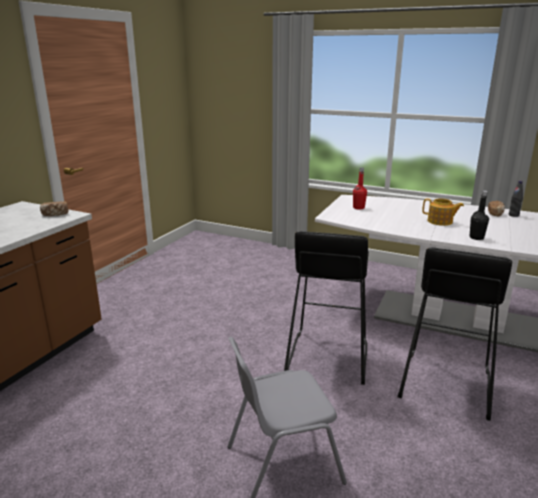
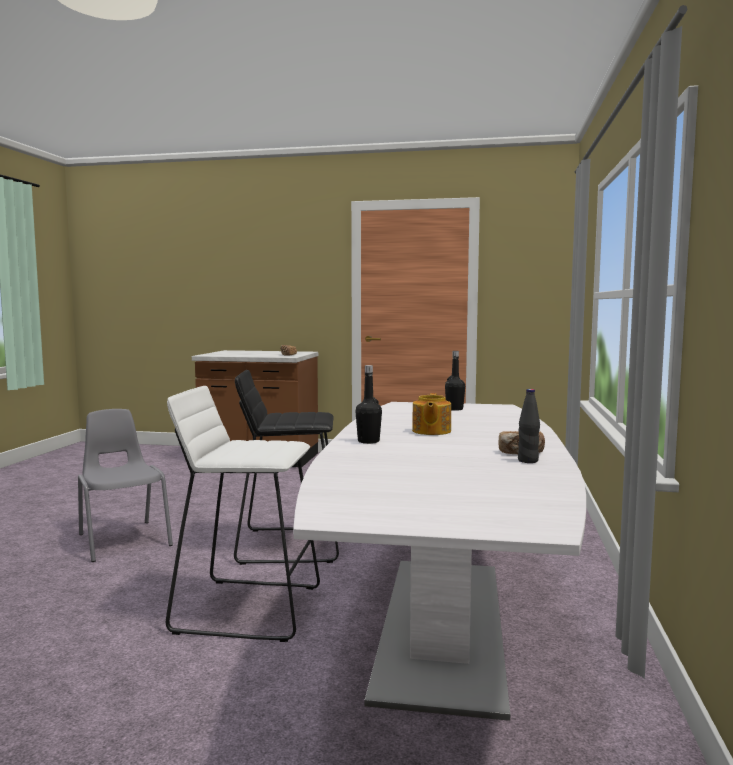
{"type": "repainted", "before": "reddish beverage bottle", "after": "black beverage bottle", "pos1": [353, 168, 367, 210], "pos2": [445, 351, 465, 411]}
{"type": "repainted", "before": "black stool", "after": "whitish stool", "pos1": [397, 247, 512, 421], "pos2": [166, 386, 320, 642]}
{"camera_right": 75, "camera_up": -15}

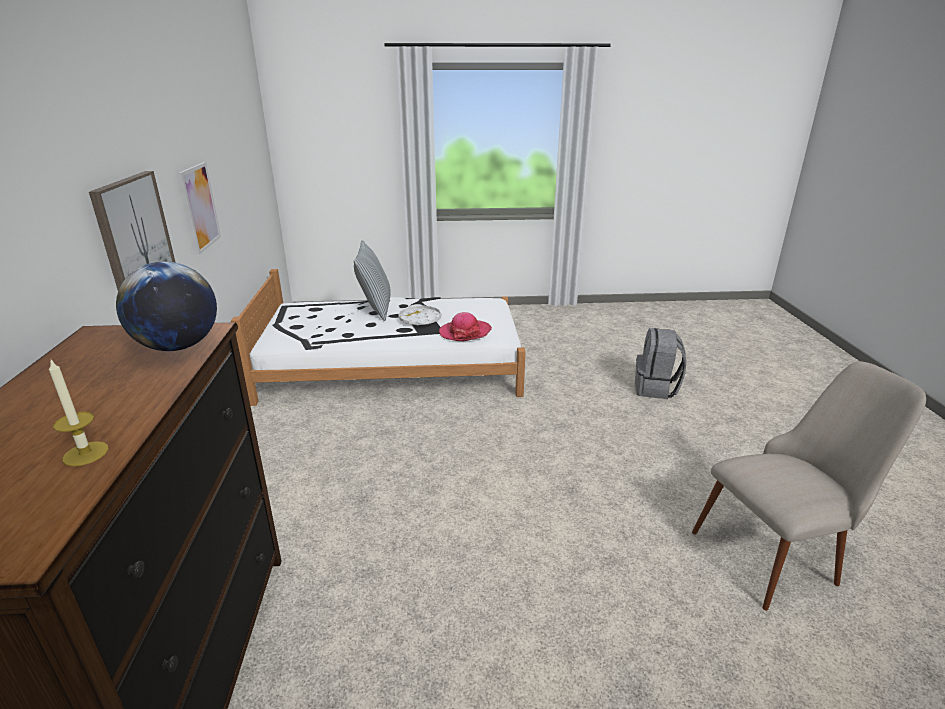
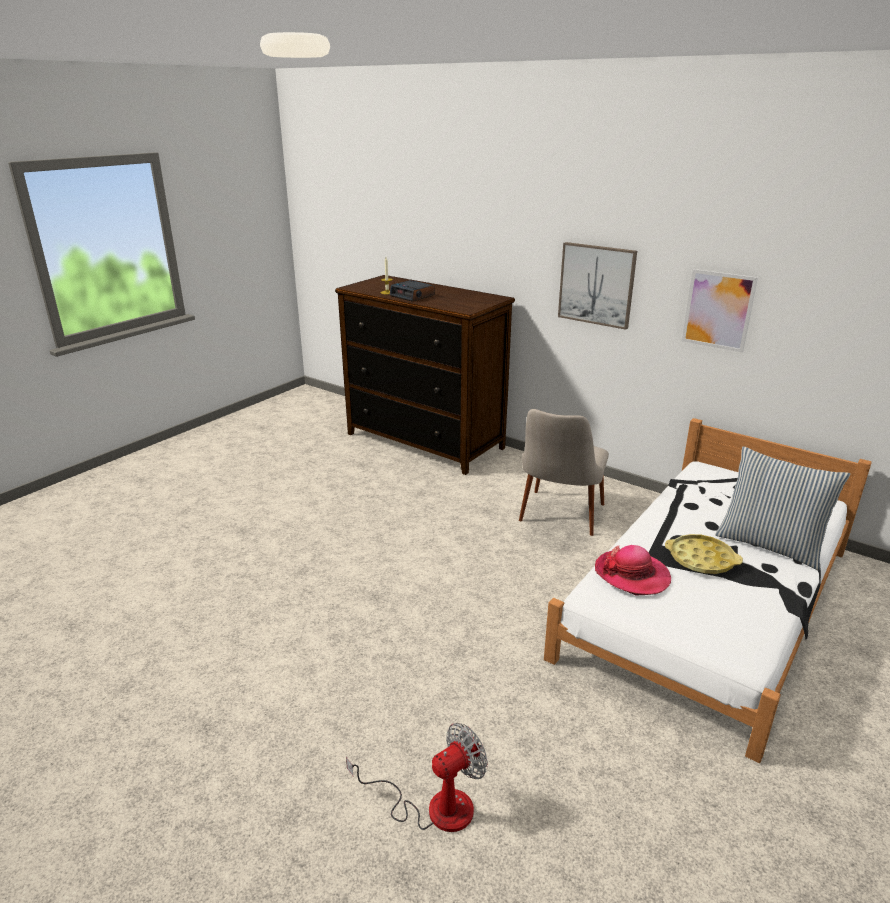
{"type": "gone", "before": "world globe", "pos1": [116, 262, 217, 351]}
{"type": "repainted", "before": "whitish carrying tray", "after": "yellow carrying tray", "pos1": [398, 304, 442, 325], "pos2": [665, 534, 743, 574]}
{"type": "swapped", "before": "grey knapsack", "after": "fan", "pos1": [635, 328, 687, 399], "pos2": [346, 723, 488, 832]}
{"type": "shifted", "before": "beige-coloured plain chair", "pos1": [692, 361, 926, 611], "pos2": [519, 409, 609, 536]}
{"type": "new", "after": "alarm clock", "pos2": [390, 280, 435, 301]}
{"camera_right": 130, "camera_up": 0}

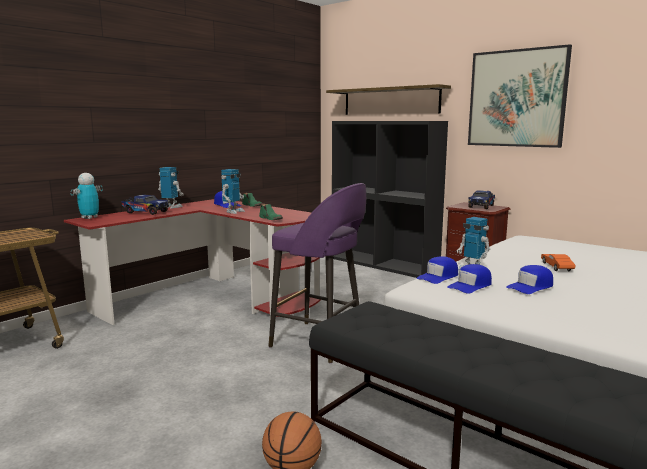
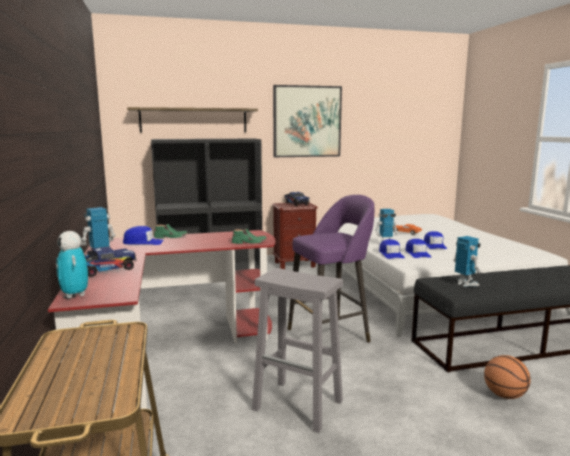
{"type": "shifted", "before": "robot figure", "pos1": [221, 169, 245, 214], "pos2": [453, 236, 482, 286]}
{"type": "new", "after": "grey stool", "pos2": [252, 268, 343, 433]}
{"camera_right": -55, "camera_up": 0}

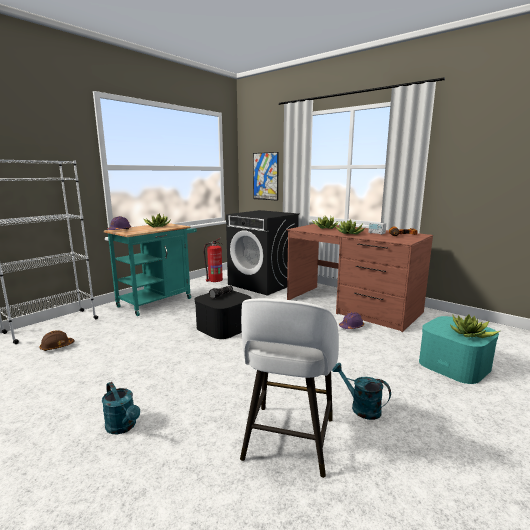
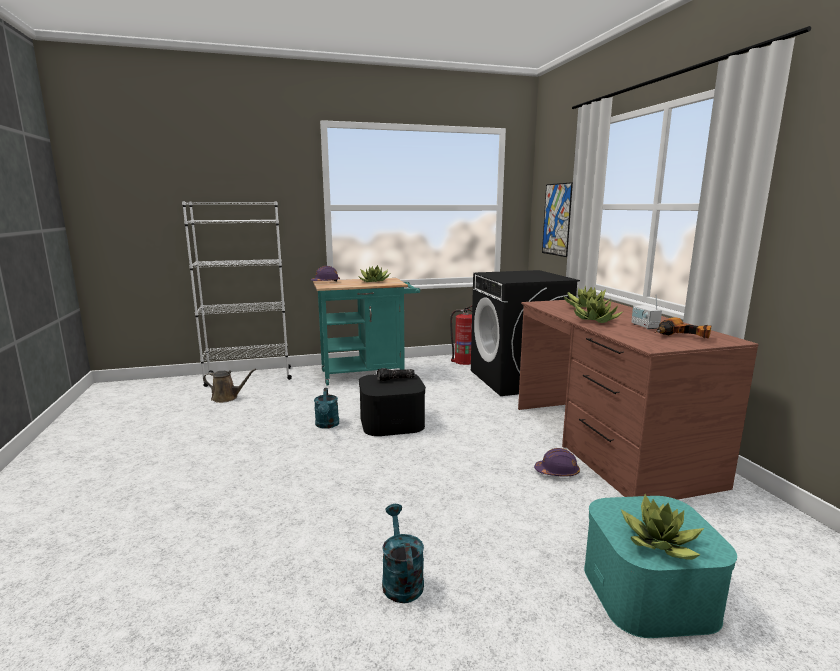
{"type": "swapped", "before": "brown-coloured work helmet", "after": "brown-coloured watering pot", "pos1": [40, 330, 74, 351], "pos2": [203, 369, 256, 403]}
{"type": "shifted", "before": "turquoise-coloured watering pot", "pos1": [102, 382, 140, 434], "pos2": [314, 388, 339, 429]}
{"type": "gone", "before": "whitish stool", "pos1": [240, 298, 339, 478]}
{"camera_right": 35, "camera_up": 0}

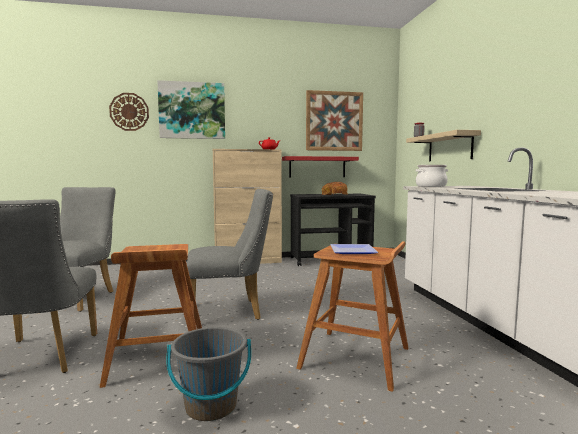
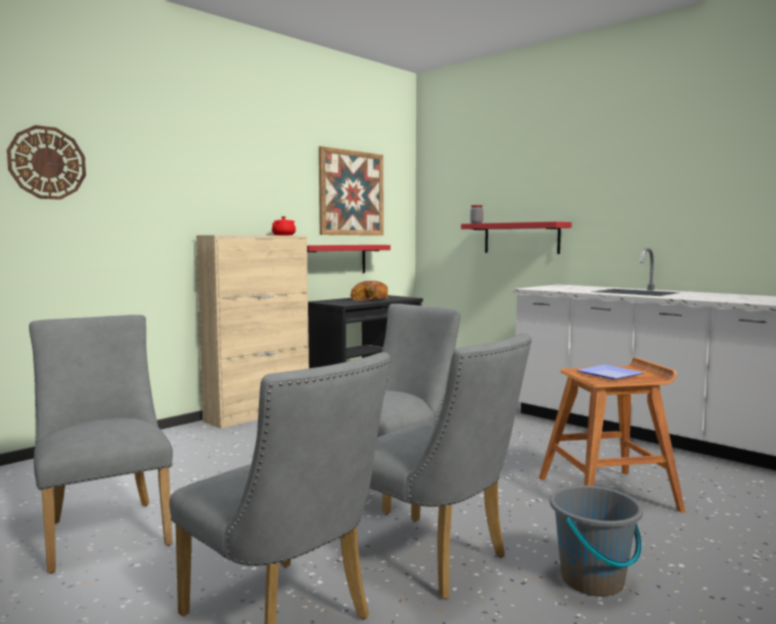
{"type": "swapped", "before": "brown-coloured stool", "after": "grey plain chair", "pos1": [100, 244, 202, 388], "pos2": [369, 333, 532, 599]}
{"type": "gone", "before": "picture", "pos1": [157, 80, 225, 139]}
{"type": "repainted", "before": "beige-coloured shelf", "after": "reddish shelf", "pos1": [406, 130, 481, 161], "pos2": [461, 222, 572, 254]}
{"type": "gone", "before": "stockpot", "pos1": [416, 165, 448, 187]}
{"camera_right": -35, "camera_up": 0}

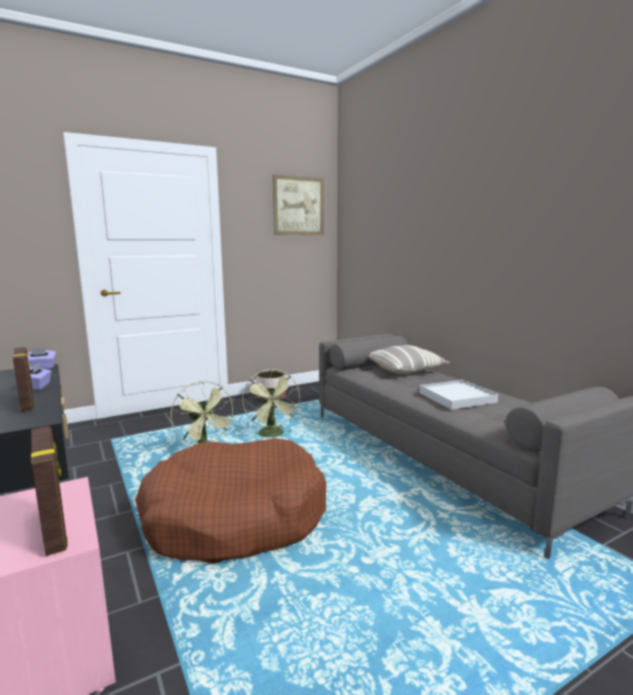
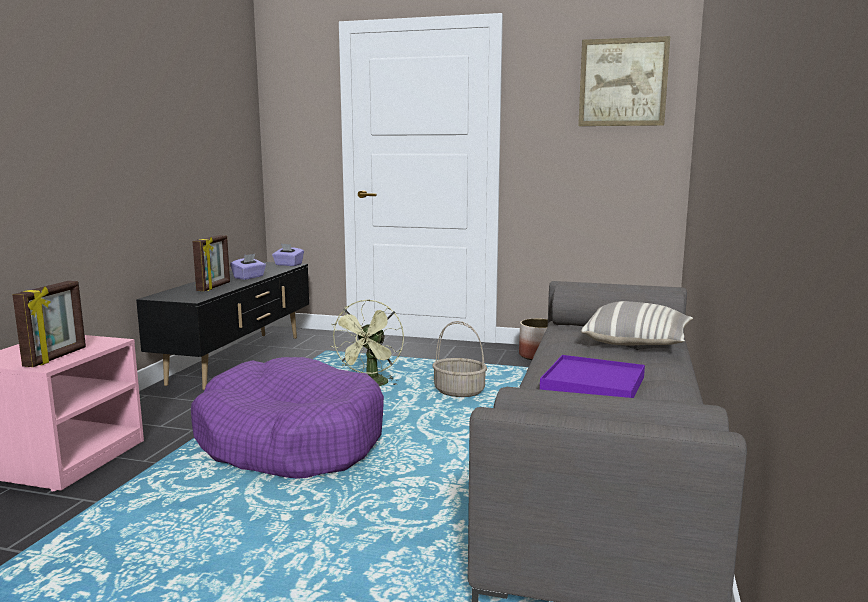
{"type": "repainted", "before": "brown-coloured dog cushion", "after": "purplish dog cushion", "pos1": [135, 438, 327, 563], "pos2": [191, 357, 384, 478]}
{"type": "swapped", "before": "green-coloured fan", "after": "basket", "pos1": [242, 369, 301, 437], "pos2": [432, 321, 487, 397]}
{"type": "repainted", "before": "whitish carrying tray", "after": "purplish carrying tray", "pos1": [419, 380, 498, 410], "pos2": [540, 355, 645, 398]}
{"camera_right": 45, "camera_up": 0}

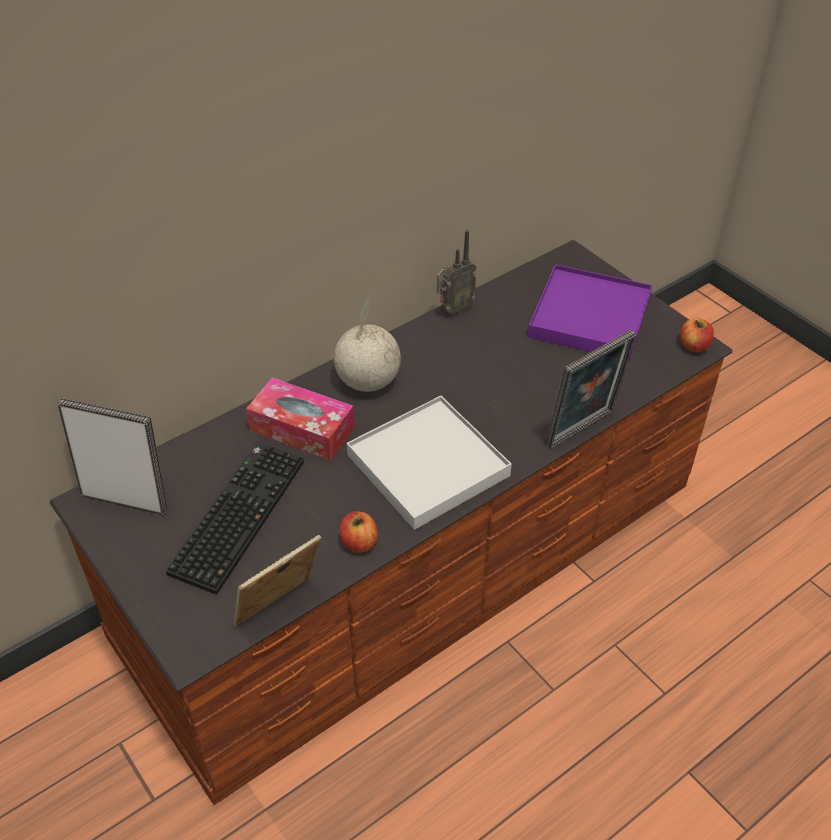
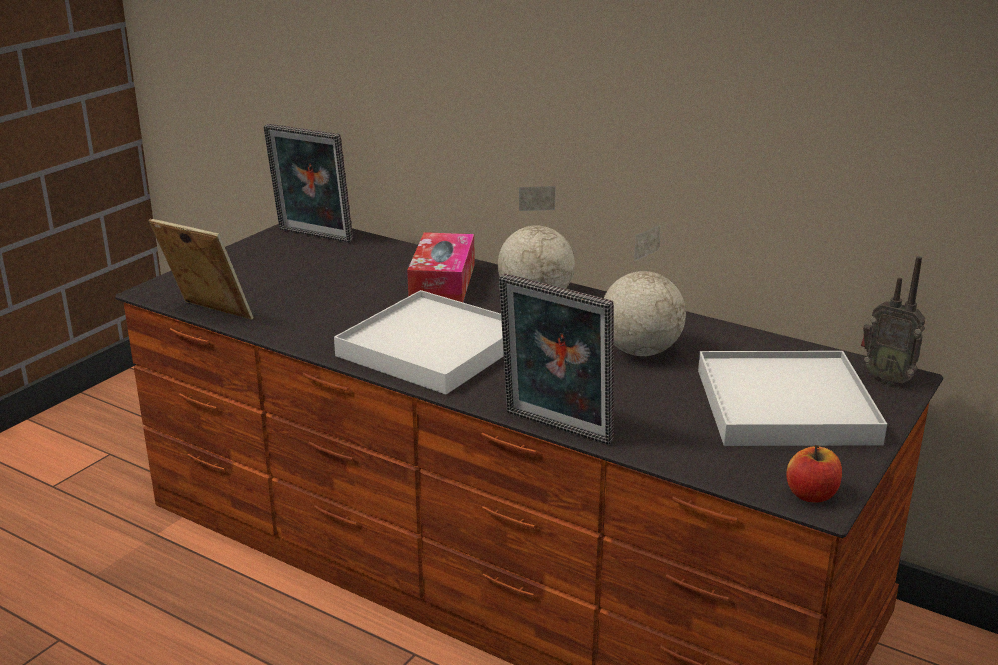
{"type": "rotated", "before": "standing frame", "pos1": [57, 398, 167, 515], "pos2": [263, 124, 353, 243], "turn": 120}
{"type": "gone", "before": "computer keyboard", "pos1": [166, 442, 304, 595]}
{"type": "gone", "before": "apple fruit", "pos1": [340, 511, 378, 553]}
{"type": "shifted", "before": "radio set", "pos1": [437, 230, 477, 315], "pos2": [861, 256, 926, 385]}
{"type": "repainted", "before": "purplish carrying tray", "after": "whitish carrying tray", "pos1": [528, 264, 653, 361], "pos2": [698, 351, 887, 446]}
{"type": "new", "after": "world globe", "pos2": [604, 225, 686, 356]}
{"camera_right": 70, "camera_up": -20}

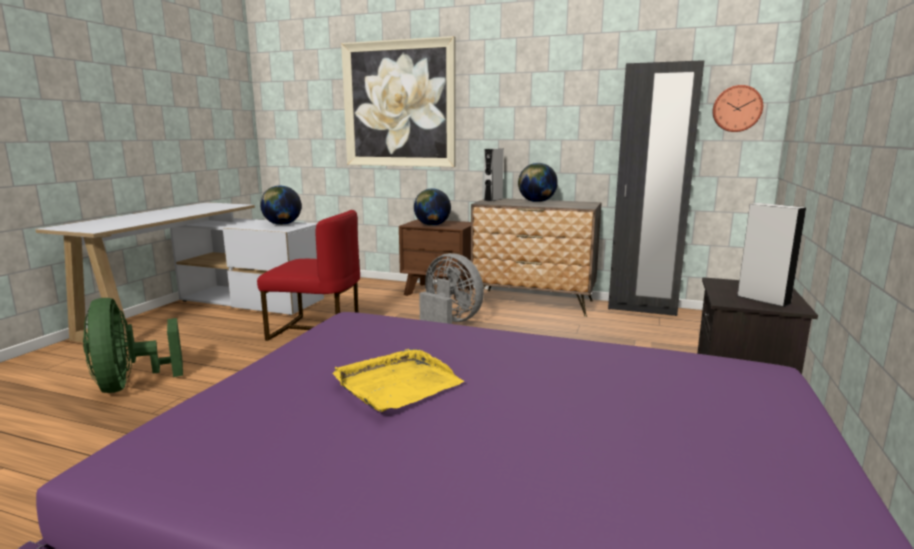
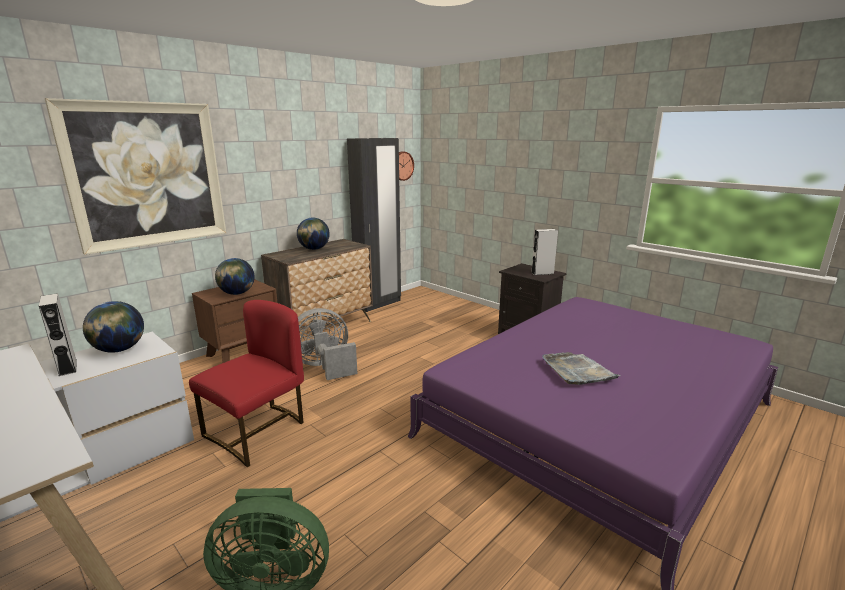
{"type": "repainted", "before": "yellow carrying tray", "after": "grey carrying tray", "pos1": [333, 349, 464, 412], "pos2": [542, 352, 621, 385]}
{"type": "shifted", "before": "grey loudspeaker", "pos1": [484, 148, 504, 201], "pos2": [39, 293, 76, 376]}
{"camera_right": -65, "camera_up": 5}

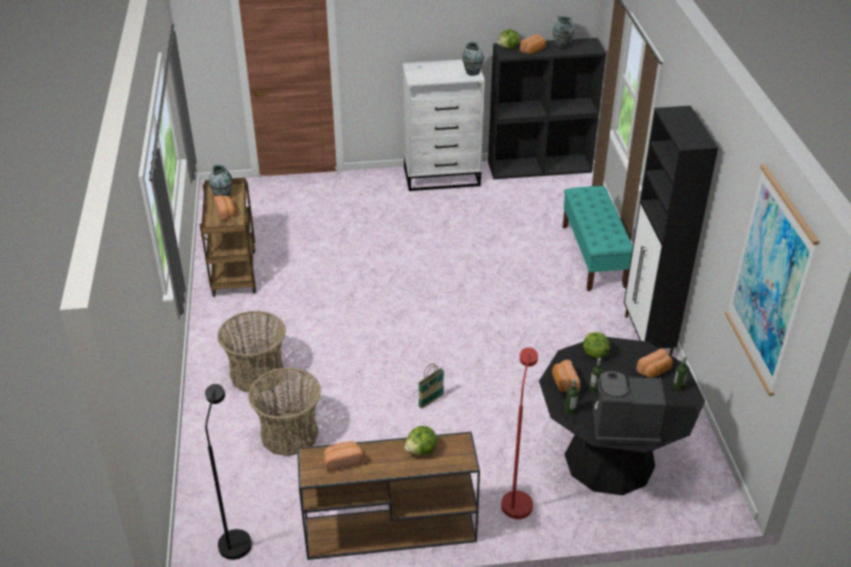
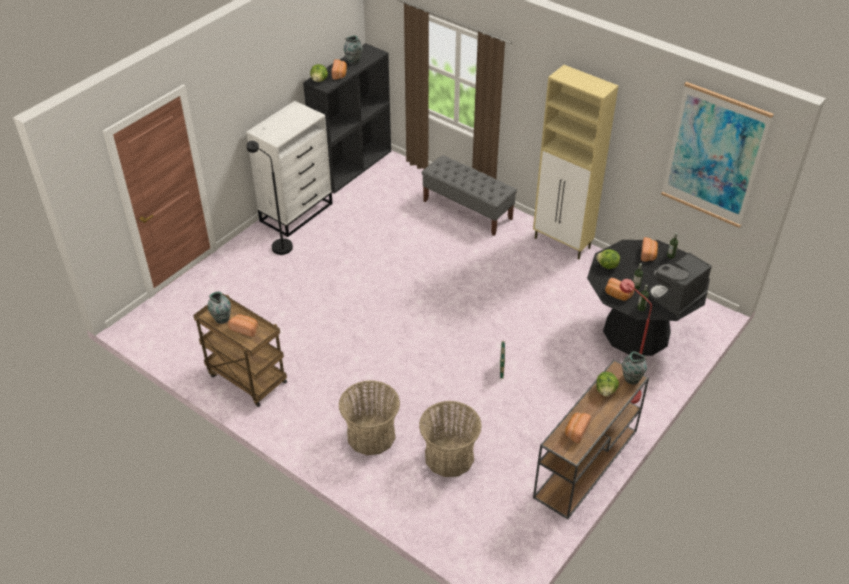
{"type": "shifted", "before": "black floor lamp", "pos1": [205, 384, 252, 560], "pos2": [247, 141, 293, 255]}
{"type": "shifted", "before": "vase", "pos1": [462, 42, 484, 76], "pos2": [622, 351, 647, 384]}
{"type": "repainted", "before": "turquoise-coloured indoor bench", "after": "grey indoor bench", "pos1": [563, 186, 633, 291], "pos2": [422, 155, 517, 236]}
{"type": "repainted", "before": "black cabinet", "after": "beige-coloured cabinet", "pos1": [624, 106, 718, 356], "pos2": [533, 65, 619, 260]}
{"camera_right": -45, "camera_up": 5}

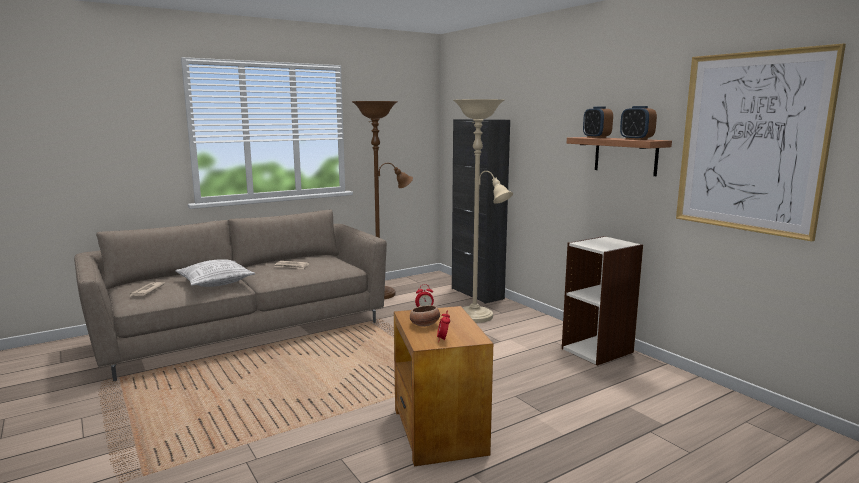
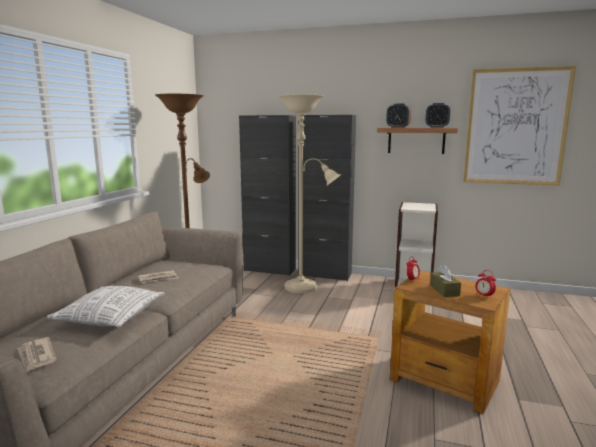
{"type": "swapped", "before": "serving bowl", "after": "brown-coloured tissue holder", "pos1": [410, 305, 440, 327], "pos2": [430, 264, 461, 297]}
{"type": "new", "after": "black cabinet", "pos2": [298, 115, 356, 281]}
{"camera_right": -40, "camera_up": 0}

